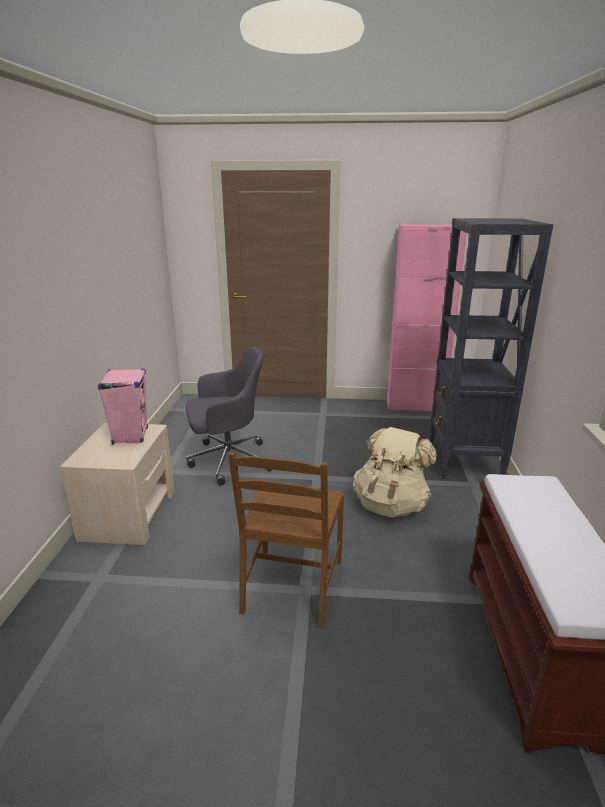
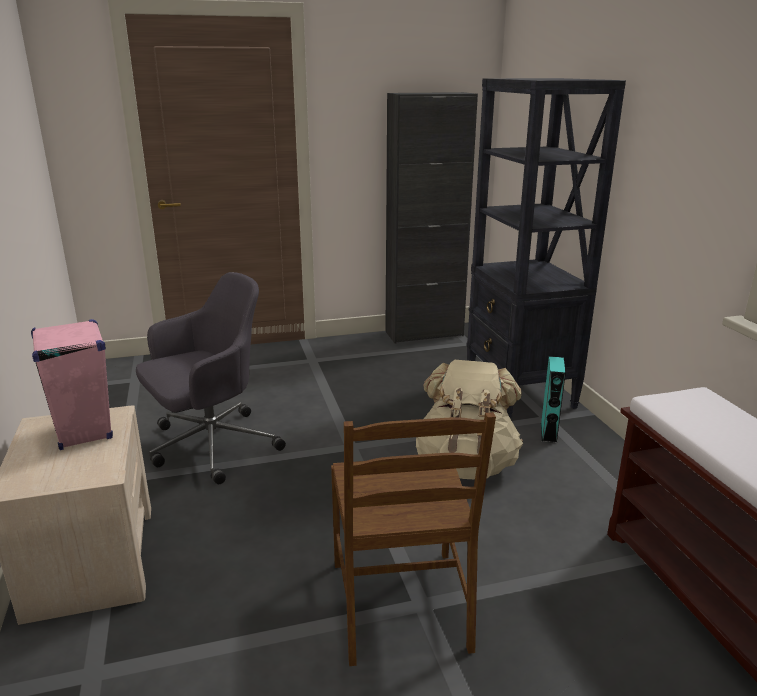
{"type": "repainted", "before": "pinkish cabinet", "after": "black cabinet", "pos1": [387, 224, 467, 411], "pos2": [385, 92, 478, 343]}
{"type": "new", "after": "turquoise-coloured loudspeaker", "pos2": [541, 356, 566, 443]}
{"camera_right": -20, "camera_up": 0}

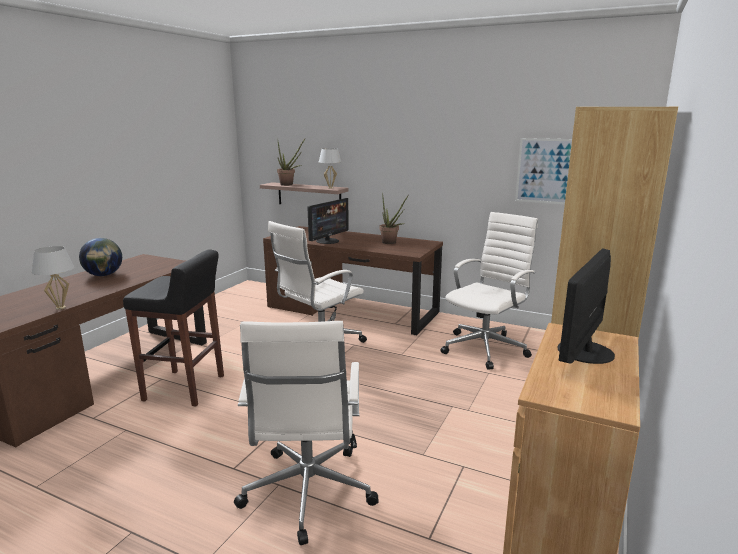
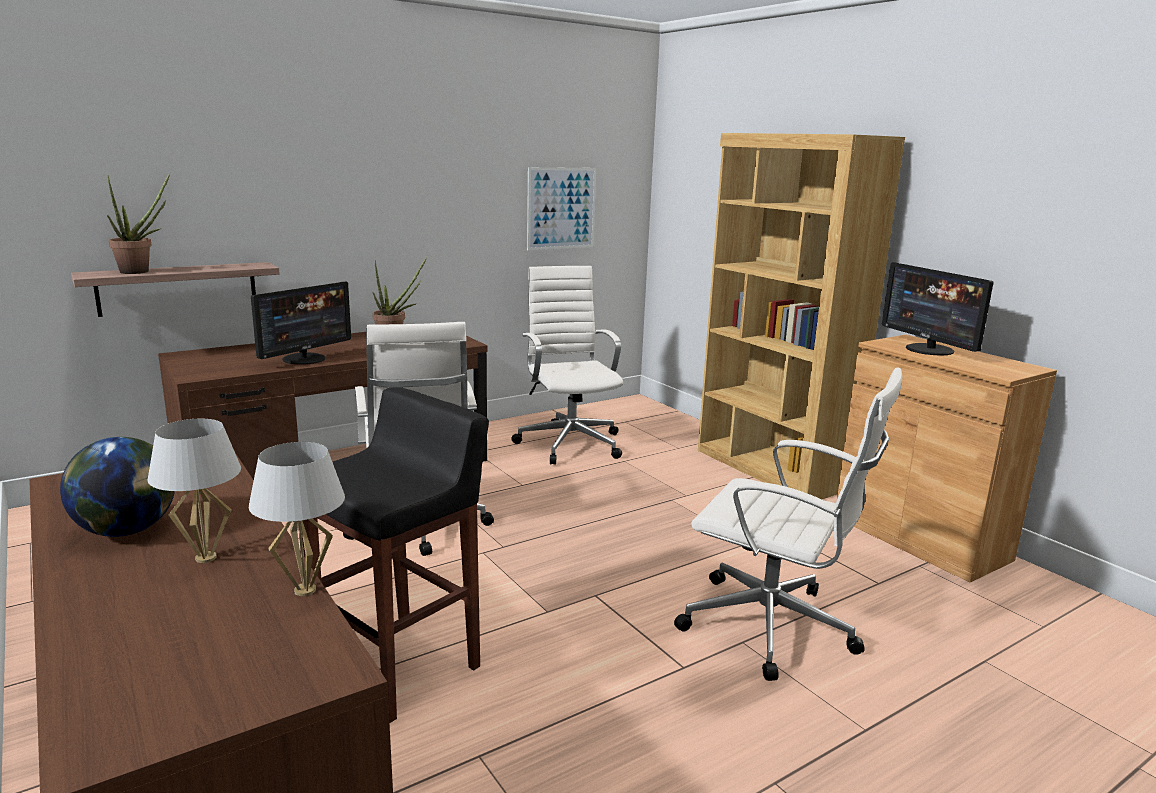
{"type": "rotated", "before": "computer screen", "pos1": [307, 198, 349, 244], "pos2": [251, 282, 351, 365], "turn": 60}
{"type": "shifted", "before": "whitish tabletop lamp", "pos1": [319, 148, 342, 189], "pos2": [147, 419, 241, 563]}
{"camera_right": -60, "camera_up": 0}

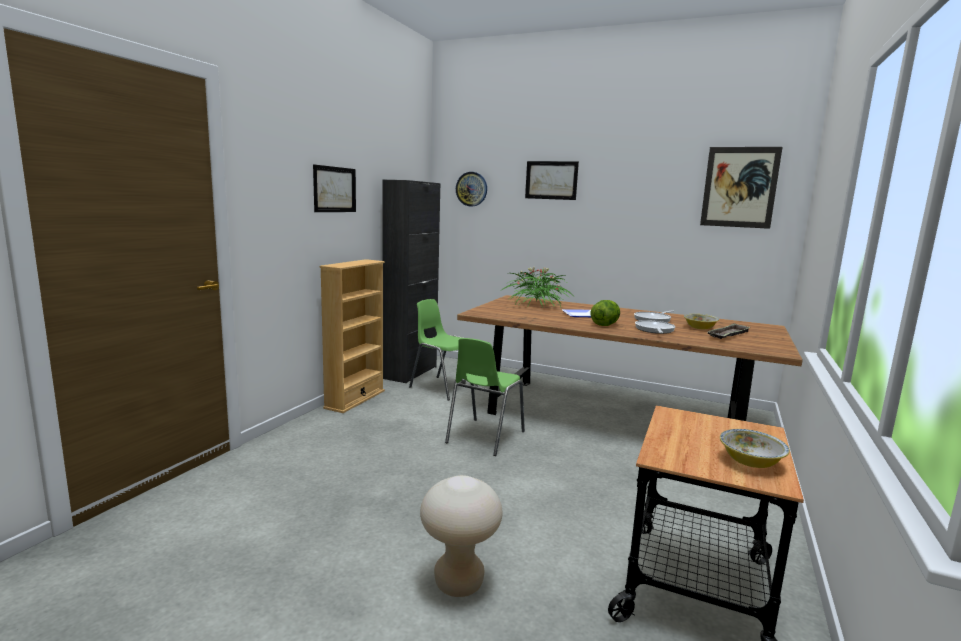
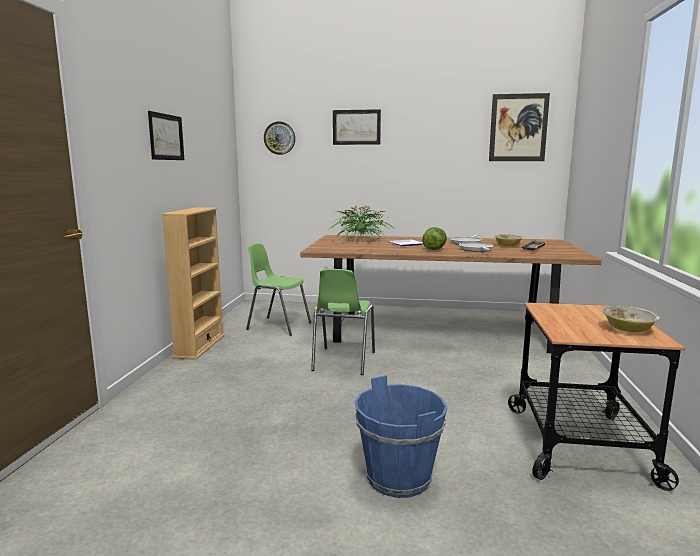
{"type": "gone", "before": "black cabinet", "pos1": [382, 180, 440, 383]}
{"type": "swapped", "before": "beige-coloured stool", "after": "blue-coloured water bucket", "pos1": [420, 475, 502, 597], "pos2": [355, 375, 447, 498]}
{"camera_right": -15, "camera_up": 0}

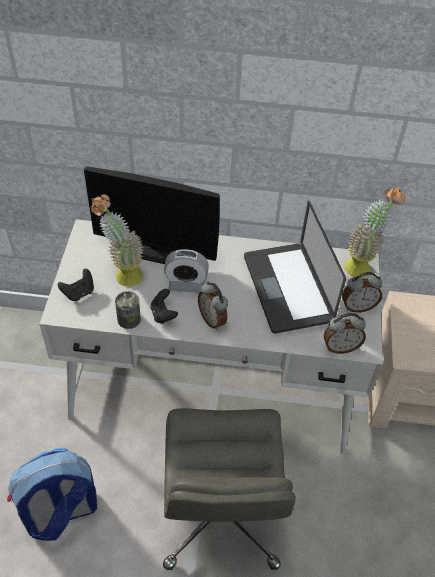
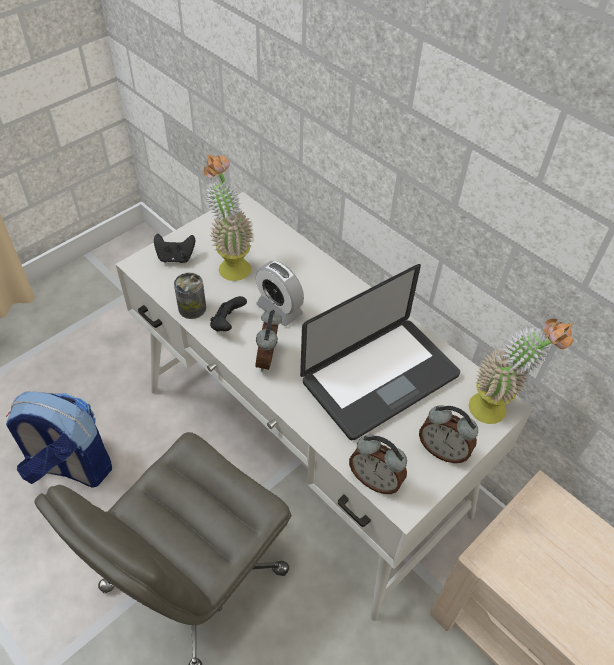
{"type": "gone", "before": "computer screen", "pos1": [84, 166, 220, 264]}
{"type": "rotated", "before": "laptop", "pos1": [244, 201, 346, 334], "pos2": [300, 264, 460, 440], "turn": -150}
{"camera_right": 40, "camera_up": 0}

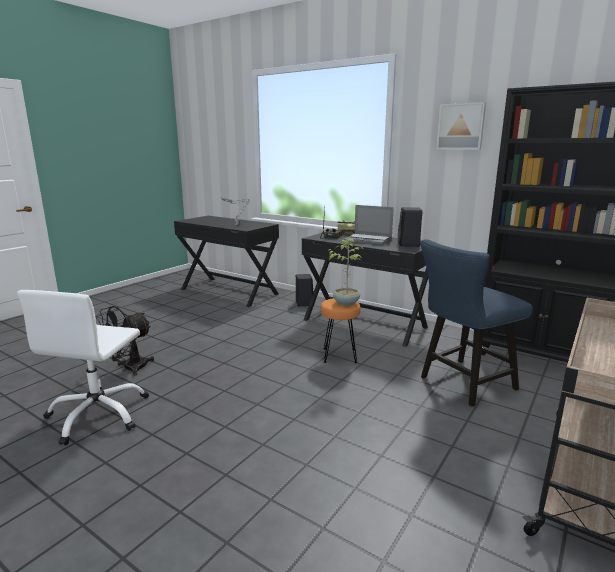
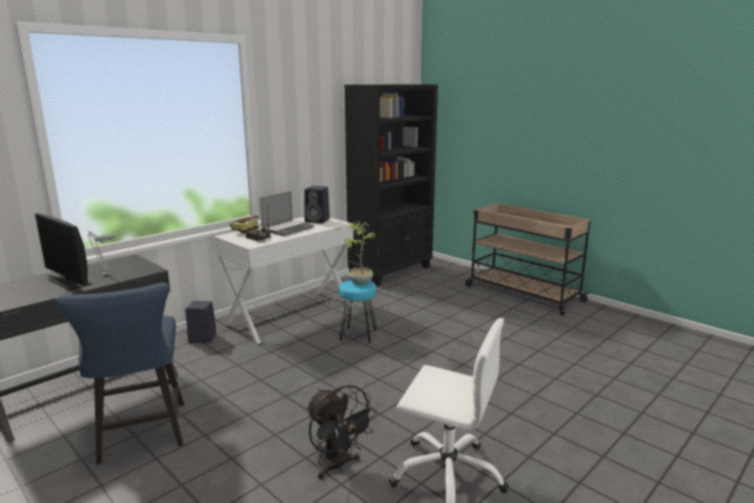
{"type": "repainted", "before": "black desk", "after": "whitish desk", "pos1": [302, 232, 428, 347], "pos2": [214, 217, 354, 344]}
{"type": "repainted", "before": "orange-coloured stool", "after": "turquoise-coloured stool", "pos1": [321, 298, 361, 363], "pos2": [339, 280, 377, 343]}
{"type": "shifted", "before": "blue-coloured plain chair", "pos1": [420, 239, 533, 407], "pos2": [55, 283, 184, 464]}
{"type": "gone", "before": "picture", "pos1": [436, 102, 486, 150]}
{"type": "new", "after": "computer screen", "pos2": [35, 213, 92, 291]}
{"camera_right": -80, "camera_up": 0}

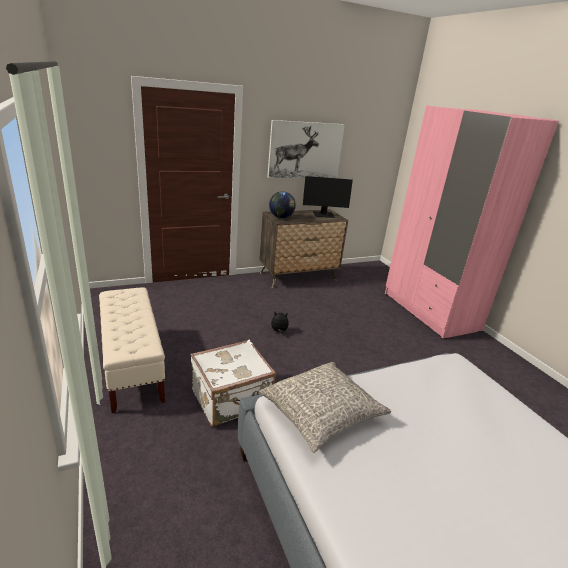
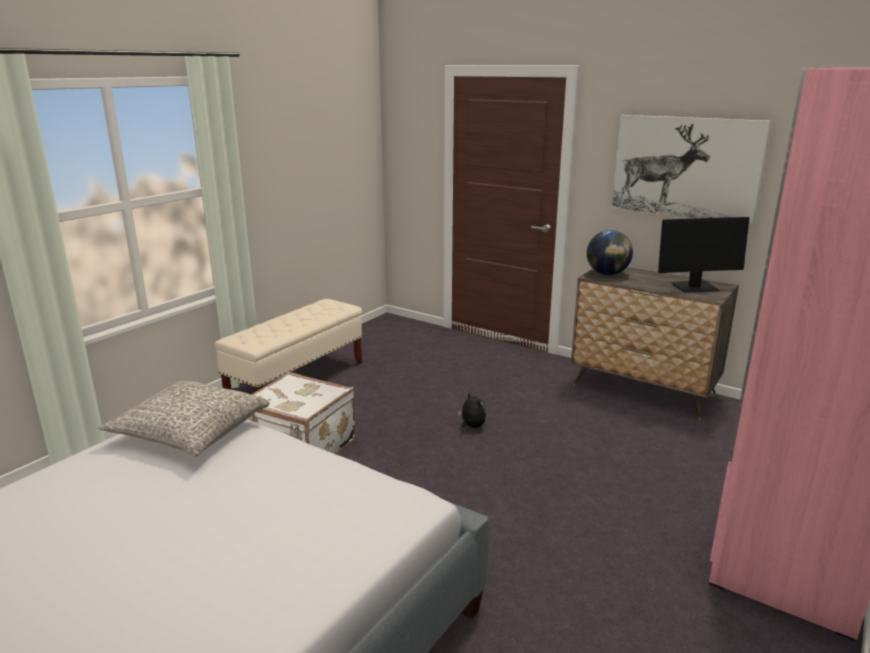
{"type": "rotated", "before": "computer screen", "pos1": [303, 176, 353, 218], "pos2": [658, 217, 750, 293], "turn": -60}
{"camera_right": 60, "camera_up": -5}

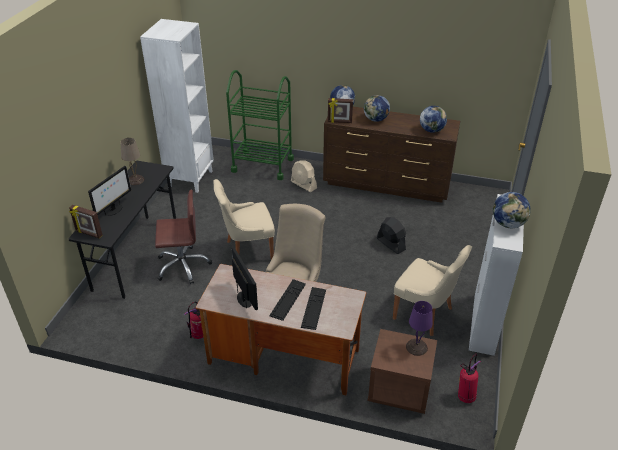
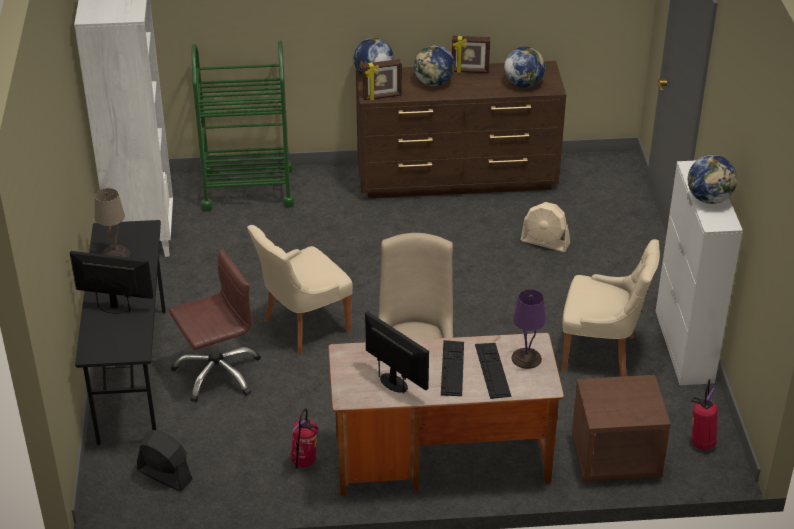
{"type": "shifted", "before": "standing frame", "pos1": [69, 205, 103, 238], "pos2": [452, 36, 490, 73]}
{"type": "rotated", "before": "computer screen", "pos1": [88, 166, 131, 216], "pos2": [70, 251, 154, 314], "turn": -90}
{"type": "shifted", "before": "beige-coloured fan", "pos1": [291, 161, 317, 192], "pos2": [520, 202, 570, 252]}
{"type": "shifted", "before": "black fan", "pos1": [377, 217, 406, 254], "pos2": [137, 430, 193, 491]}
{"type": "shifted", "before": "purplish tabletop lamp", "pos1": [406, 301, 433, 356], "pos2": [511, 289, 546, 369]}
{"camera_right": -20, "camera_up": 0}

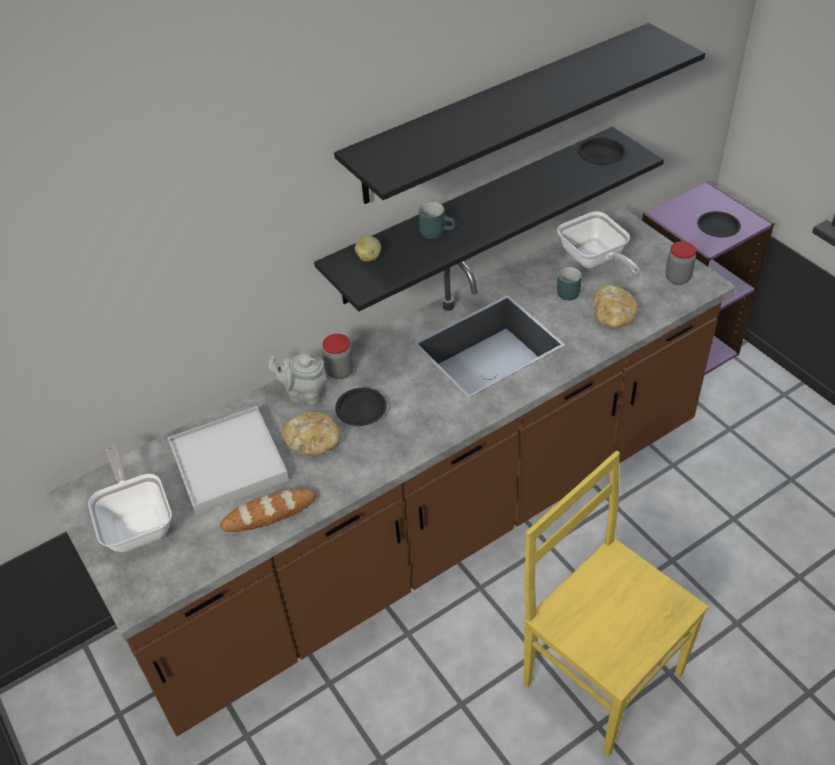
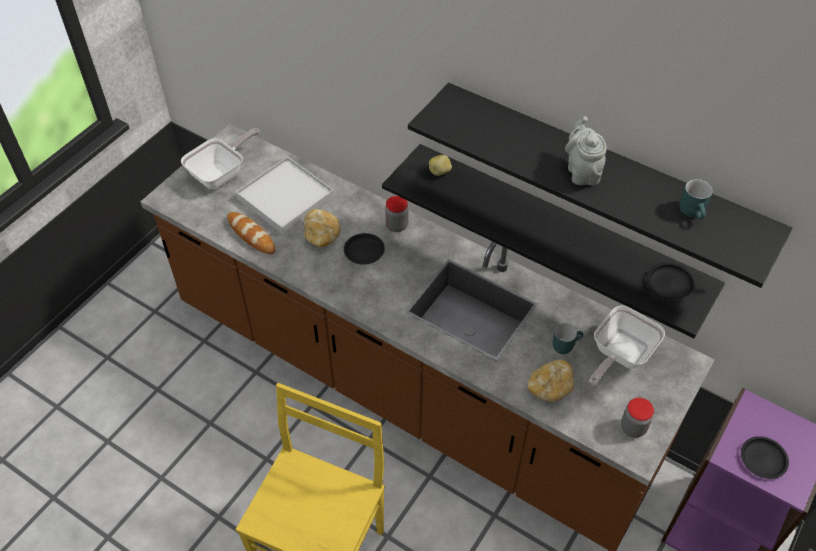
{"type": "shifted", "before": "grey pot for tea", "pos1": [267, 354, 328, 406], "pos2": [565, 116, 607, 185]}
{"type": "shifted", "before": "turquoise-coloured coffee mug", "pos1": [418, 202, 455, 239], "pos2": [680, 179, 713, 220]}
{"camera_right": 65, "camera_up": 5}

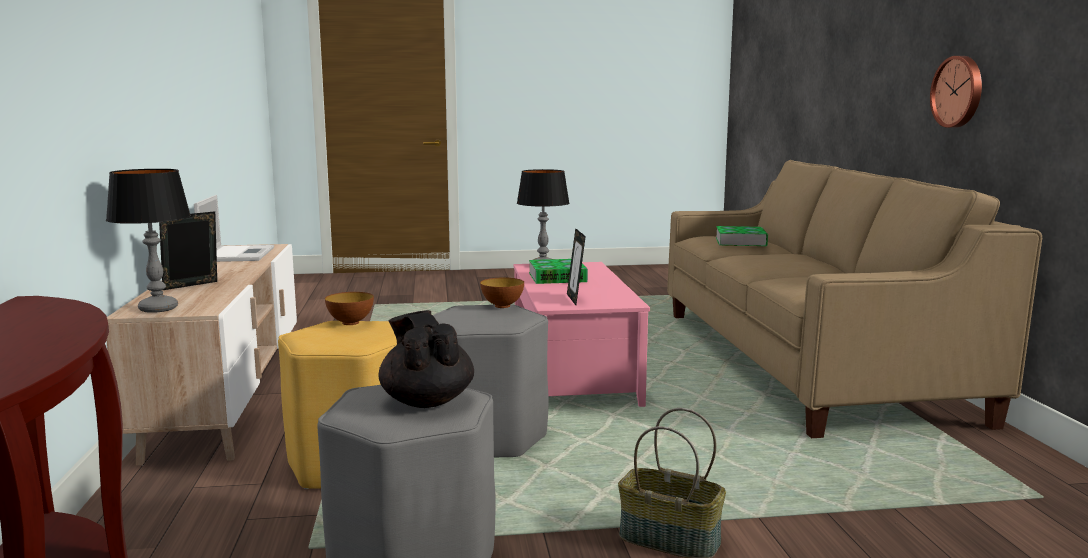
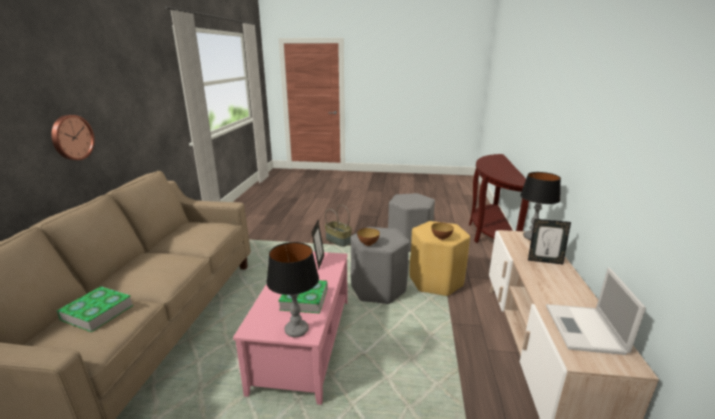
{"type": "rotated", "before": "standing frame", "pos1": [159, 211, 217, 290], "pos2": [528, 219, 571, 264], "turn": 45}
{"type": "gone", "before": "black pot for tea", "pos1": [378, 310, 474, 408]}
{"camera_right": -165, "camera_up": 10}

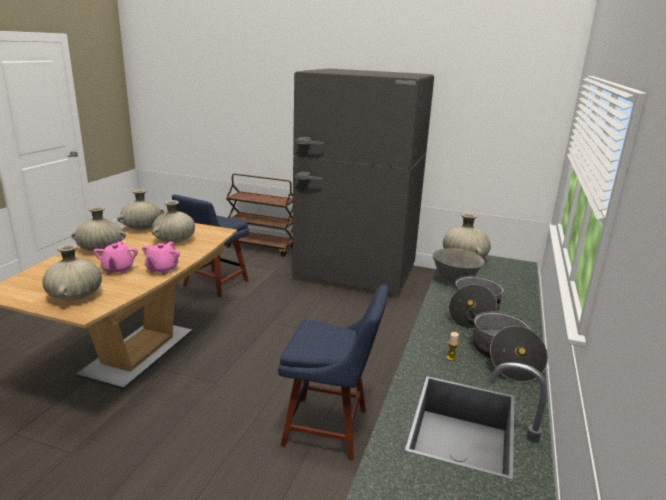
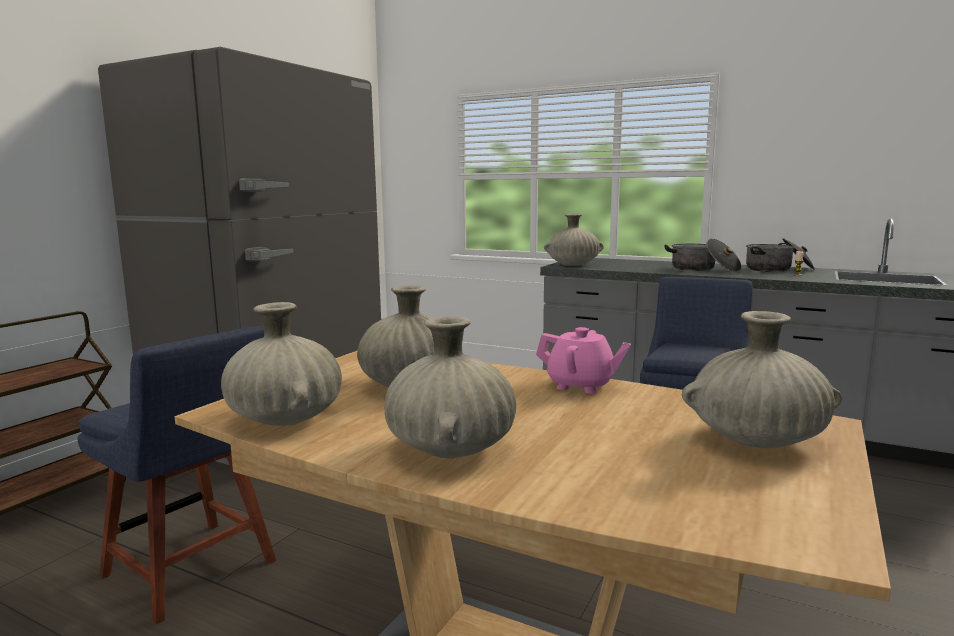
{"type": "gone", "before": "pinkish pot for tea", "pos1": [93, 241, 138, 274]}
{"type": "gone", "before": "grey serving bowl", "pos1": [432, 248, 484, 283]}
{"camera_right": -80, "camera_up": -10}

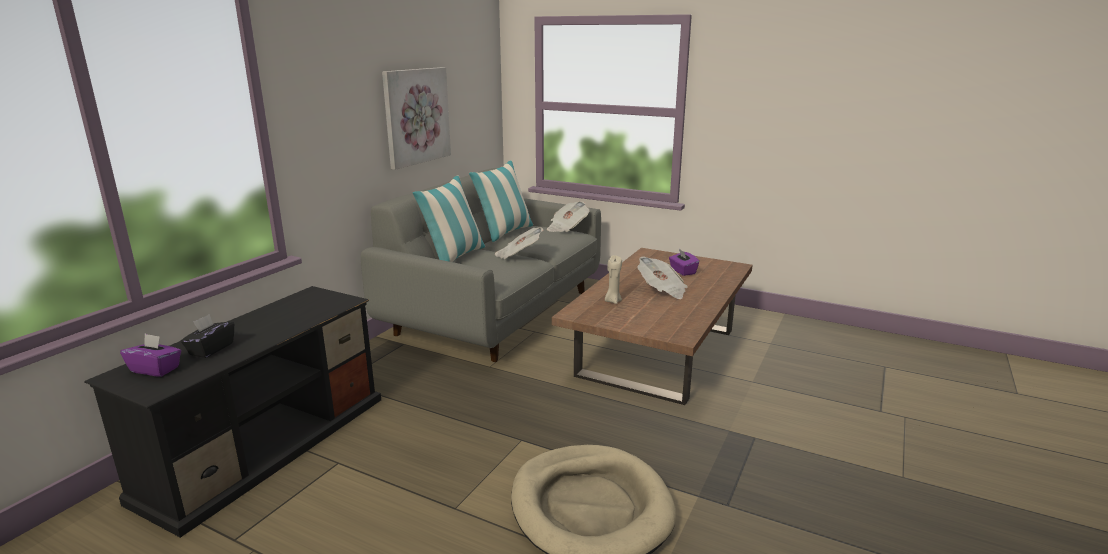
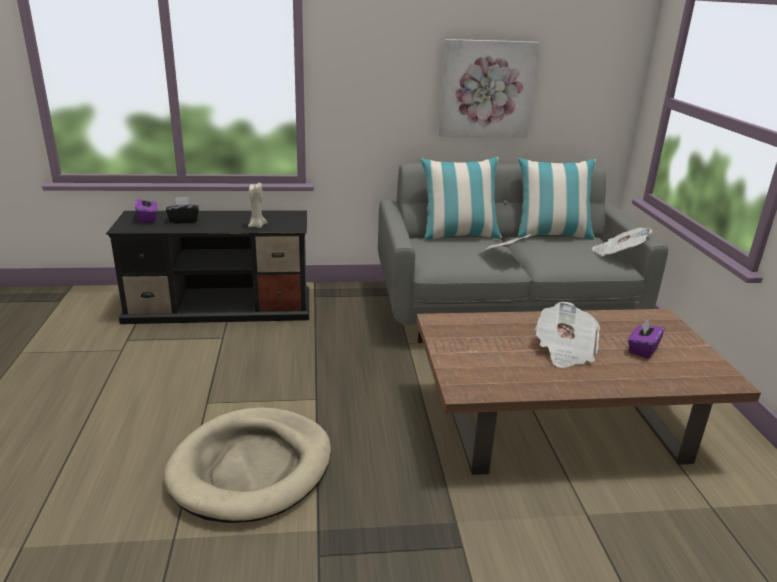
{"type": "shifted", "before": "beige-coloured wax candle", "pos1": [605, 255, 622, 304], "pos2": [248, 183, 267, 228]}
{"camera_right": 55, "camera_up": 5}

